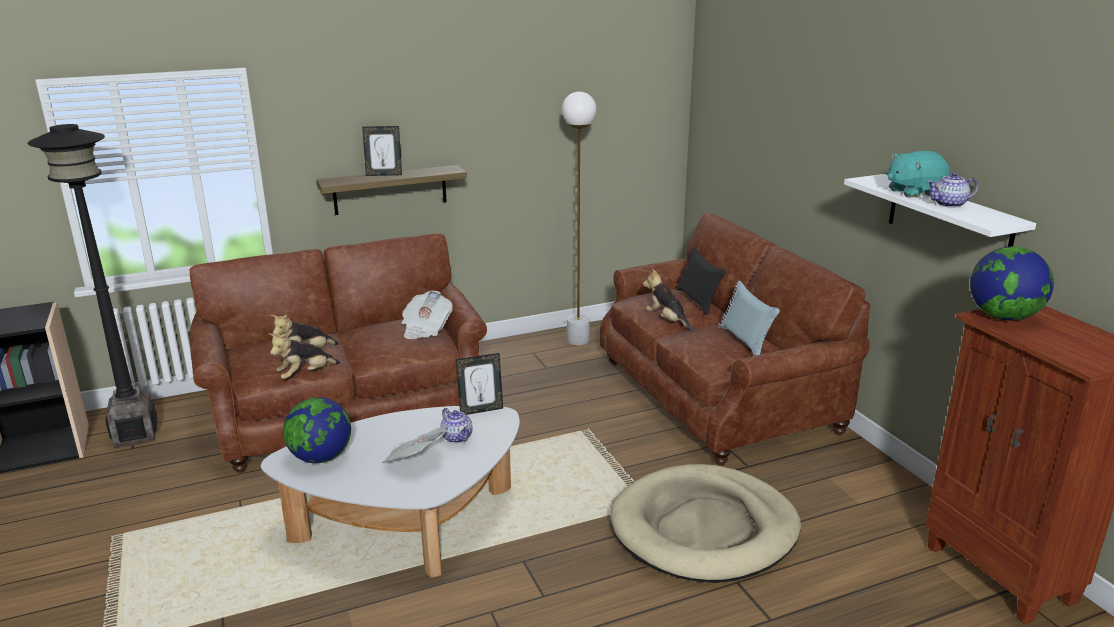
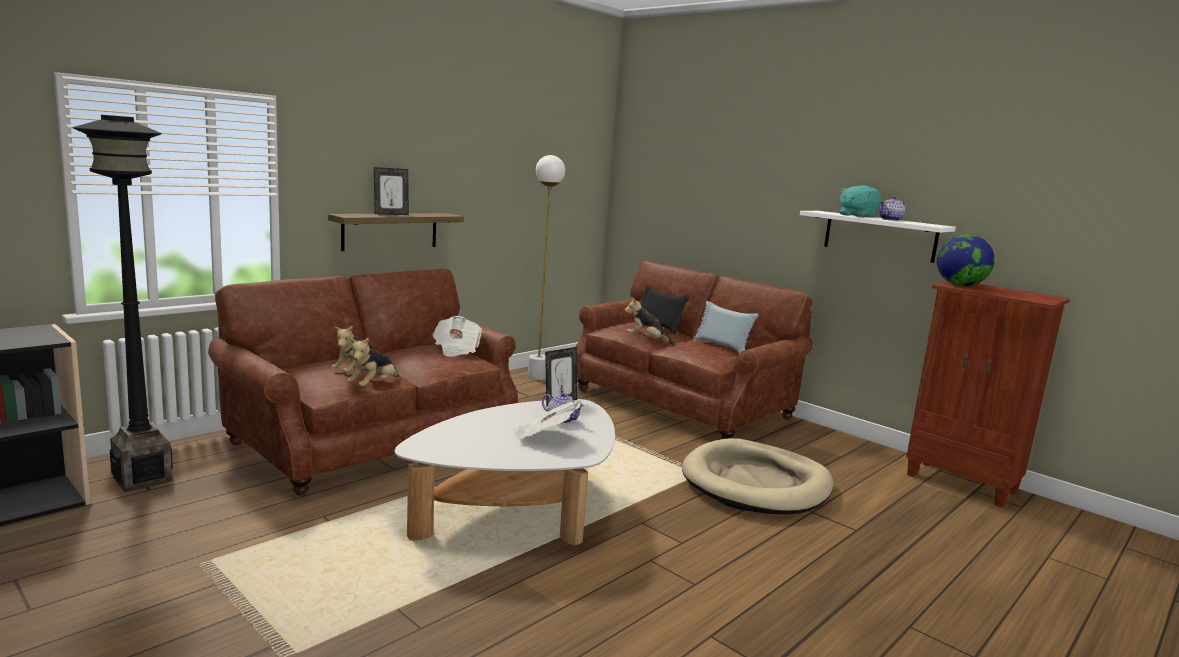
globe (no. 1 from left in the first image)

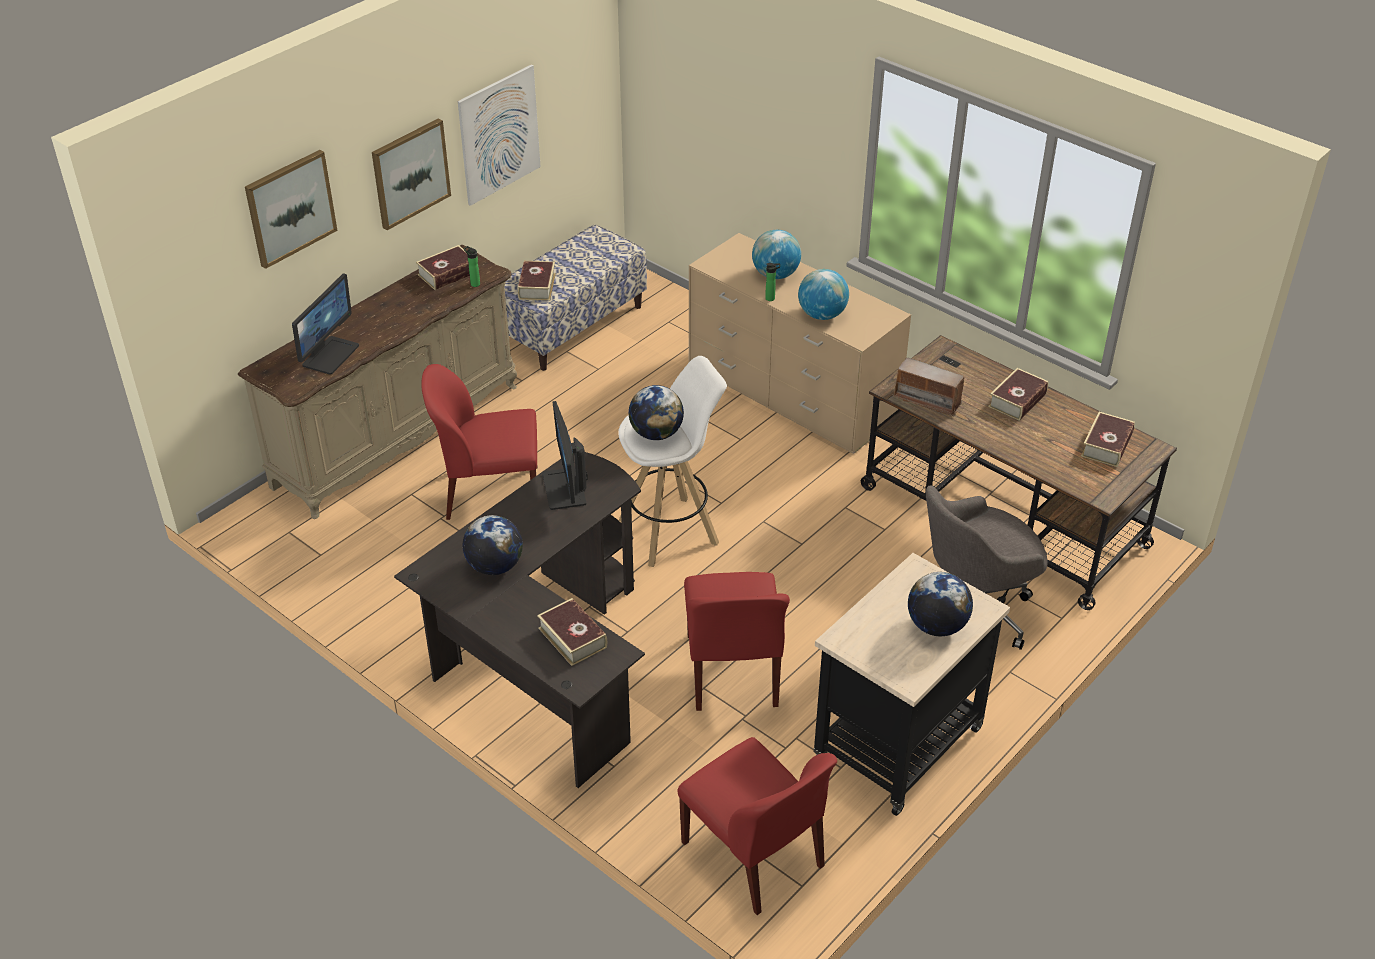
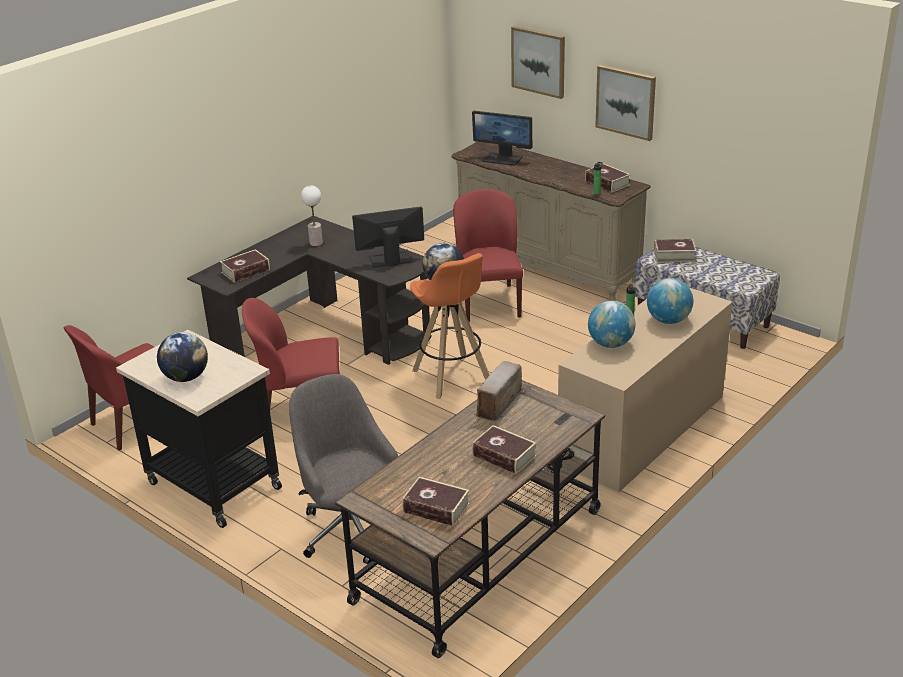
picture (no. 3 from left in the first image)
orangey stool seat
lamp for a table

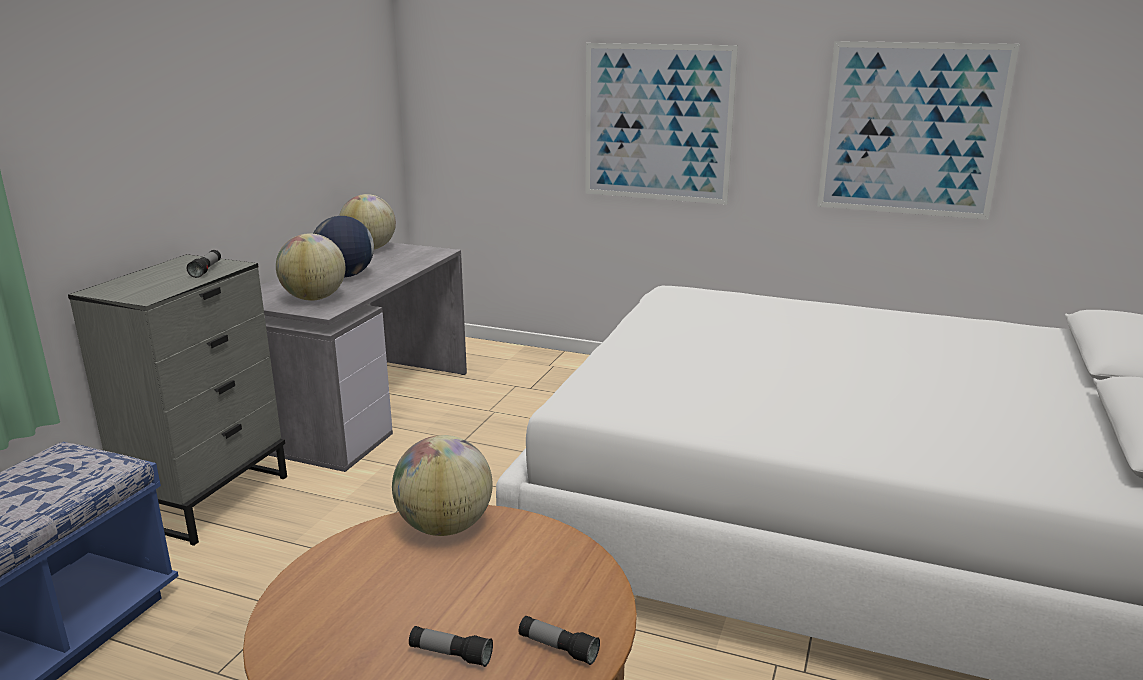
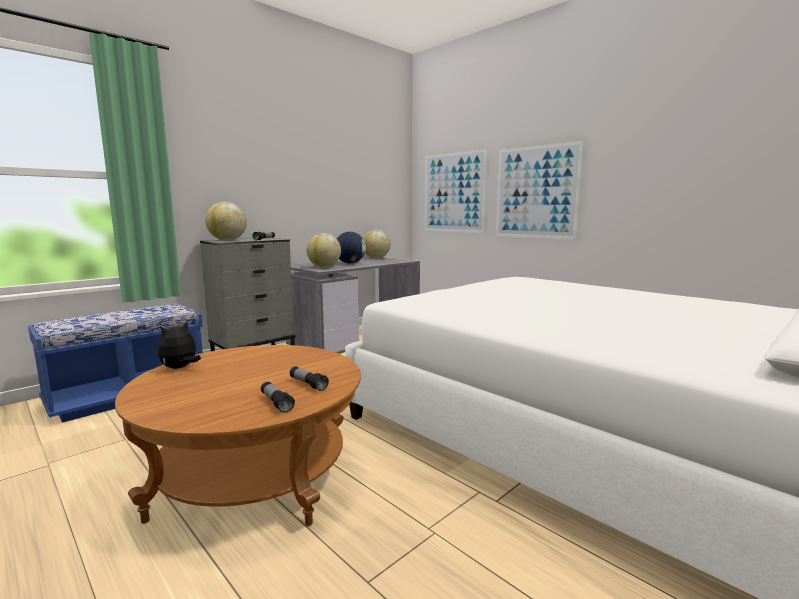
picture (no. 1 from left)
globe (no. 1 from left)
torch (no. 3 from left)
soft toy

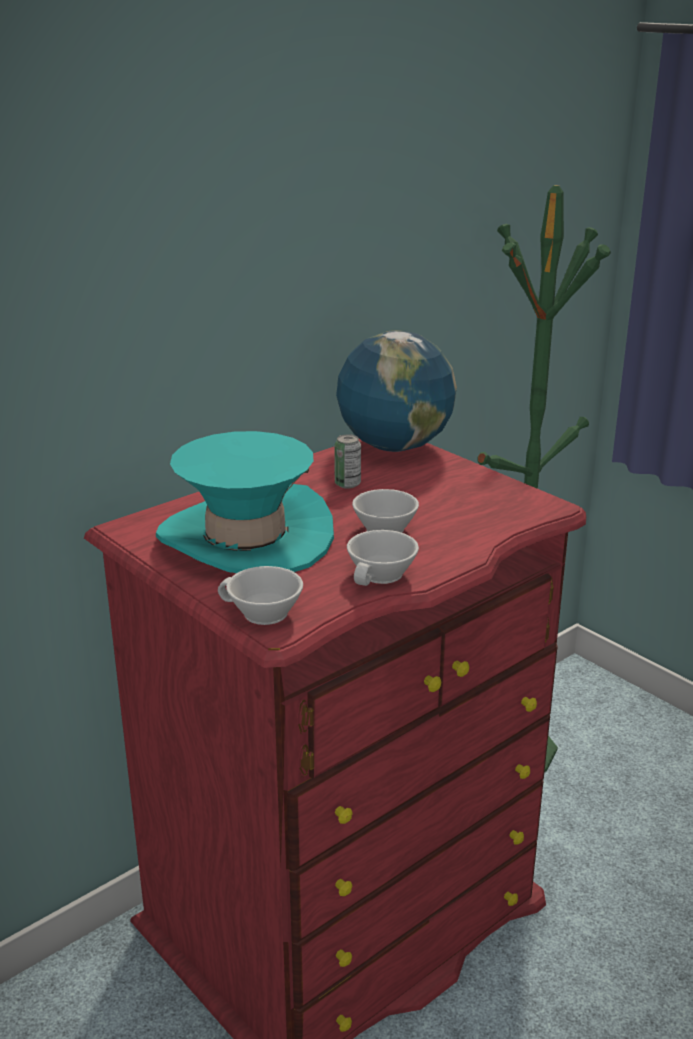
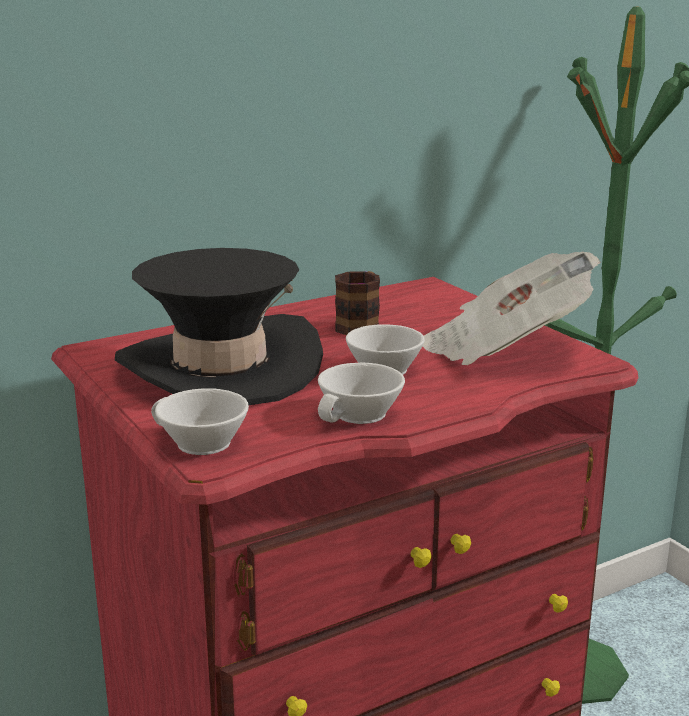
globe
blackish clothing hat
mug
daily paper

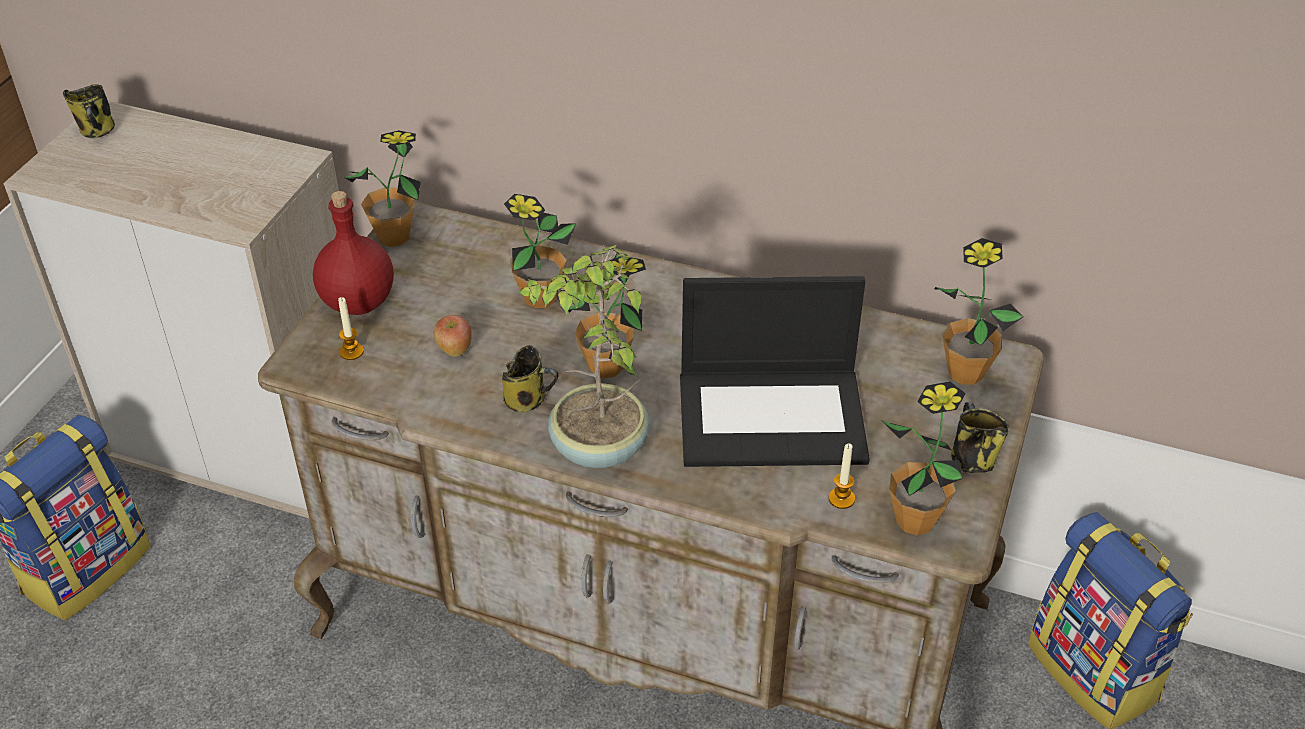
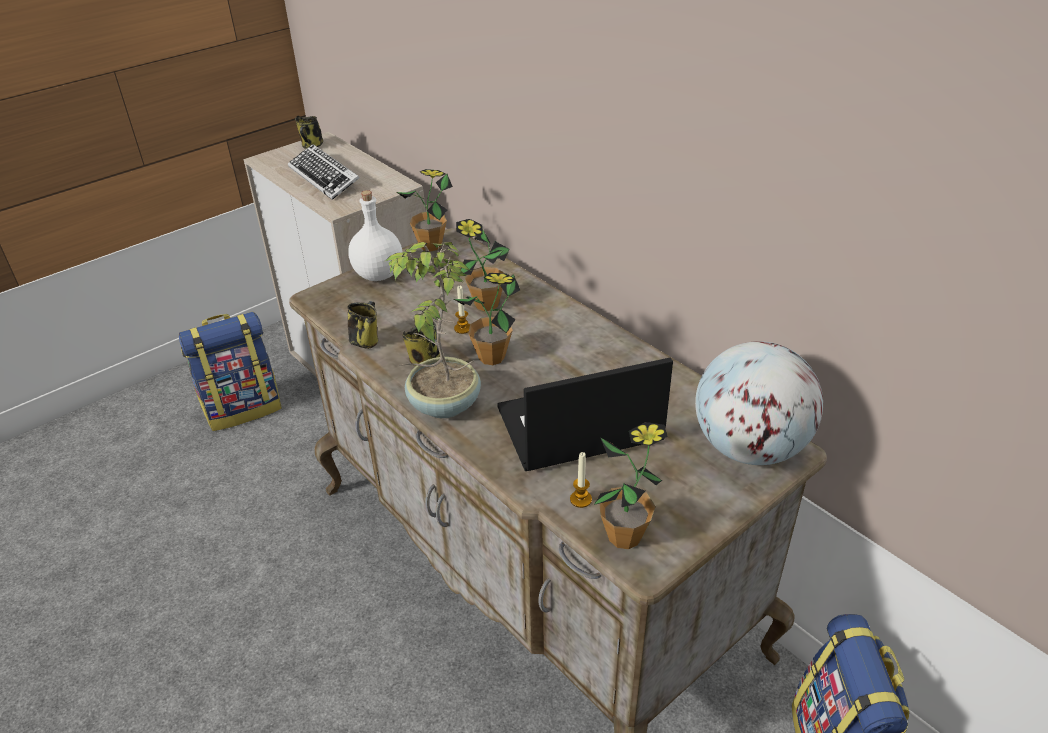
whitish drink bottle
globe
laptop
candle (no. 1 from left)
apple fruit
mug (no. 2 from left)
PC keyboard

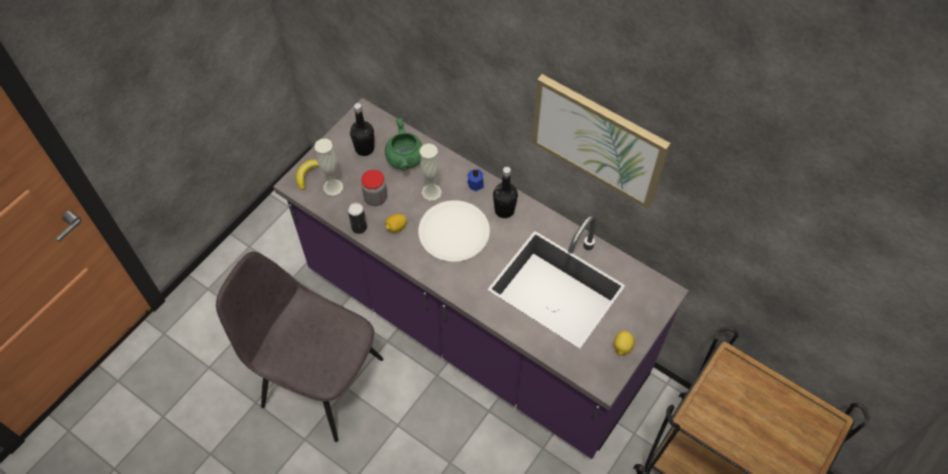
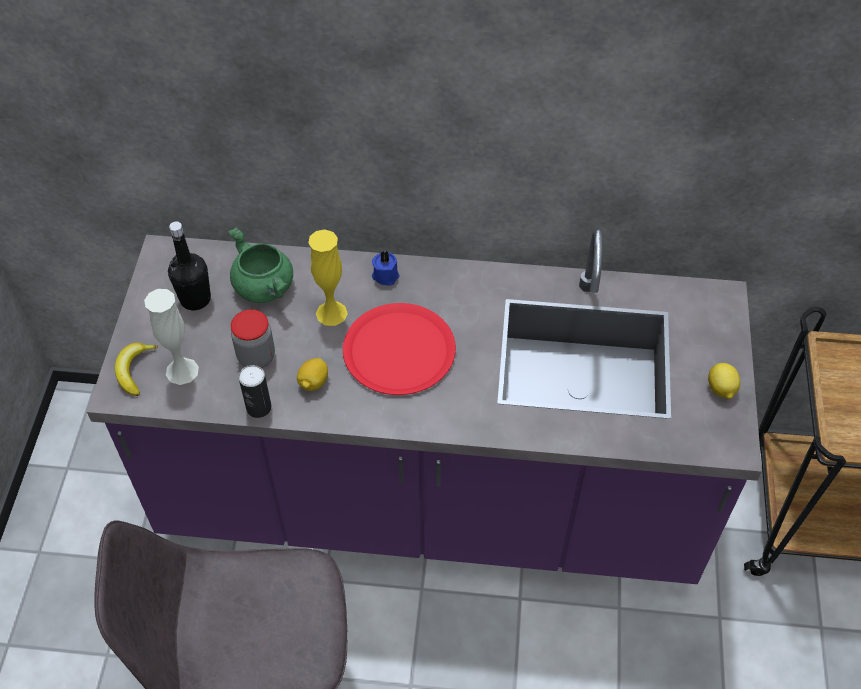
picture
yellow flower vase
blackish drink bottle (no. 2 from left in the first image)
red plate

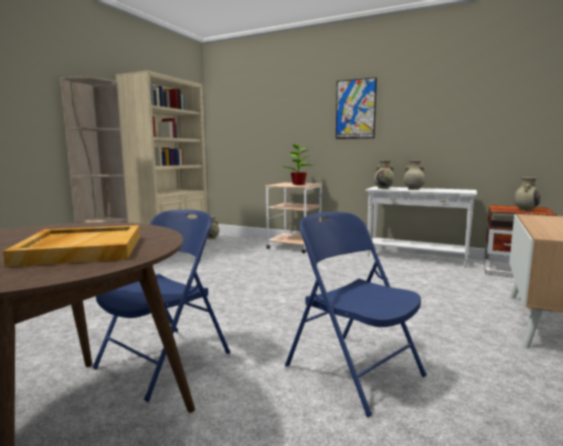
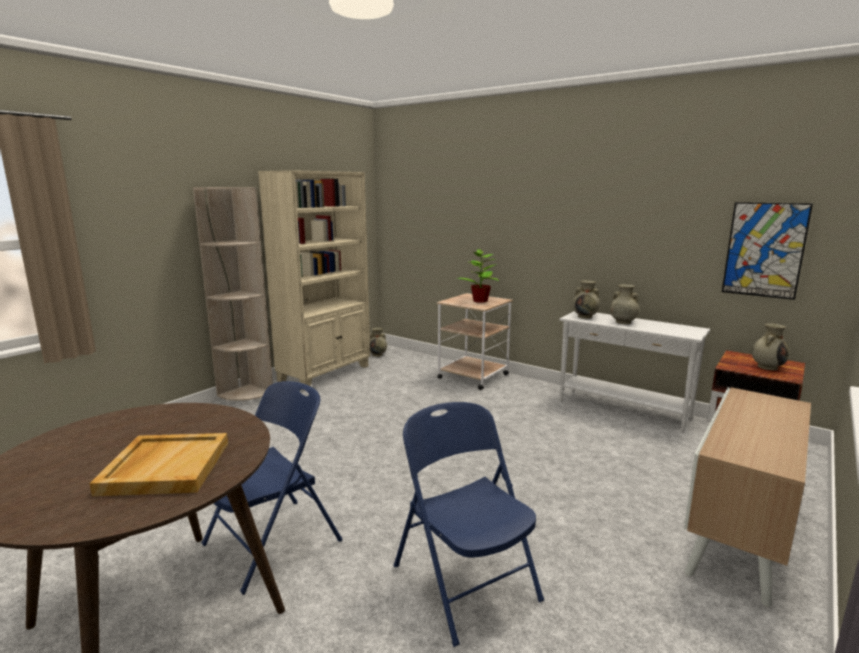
picture

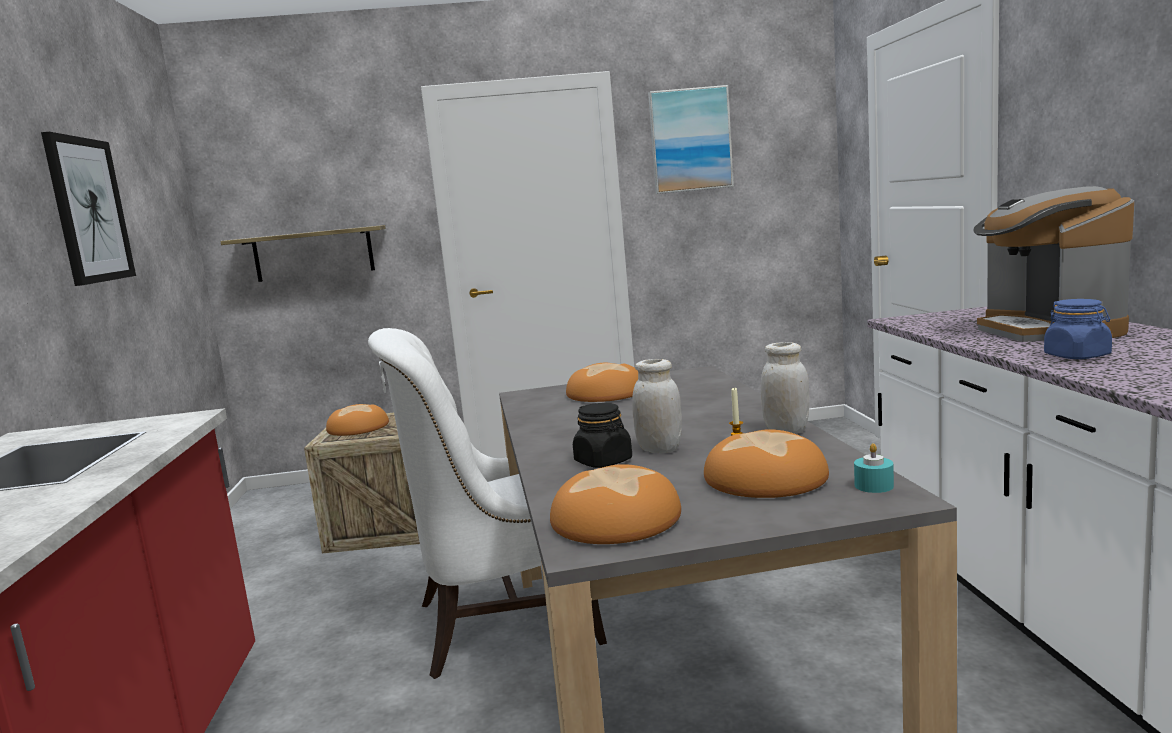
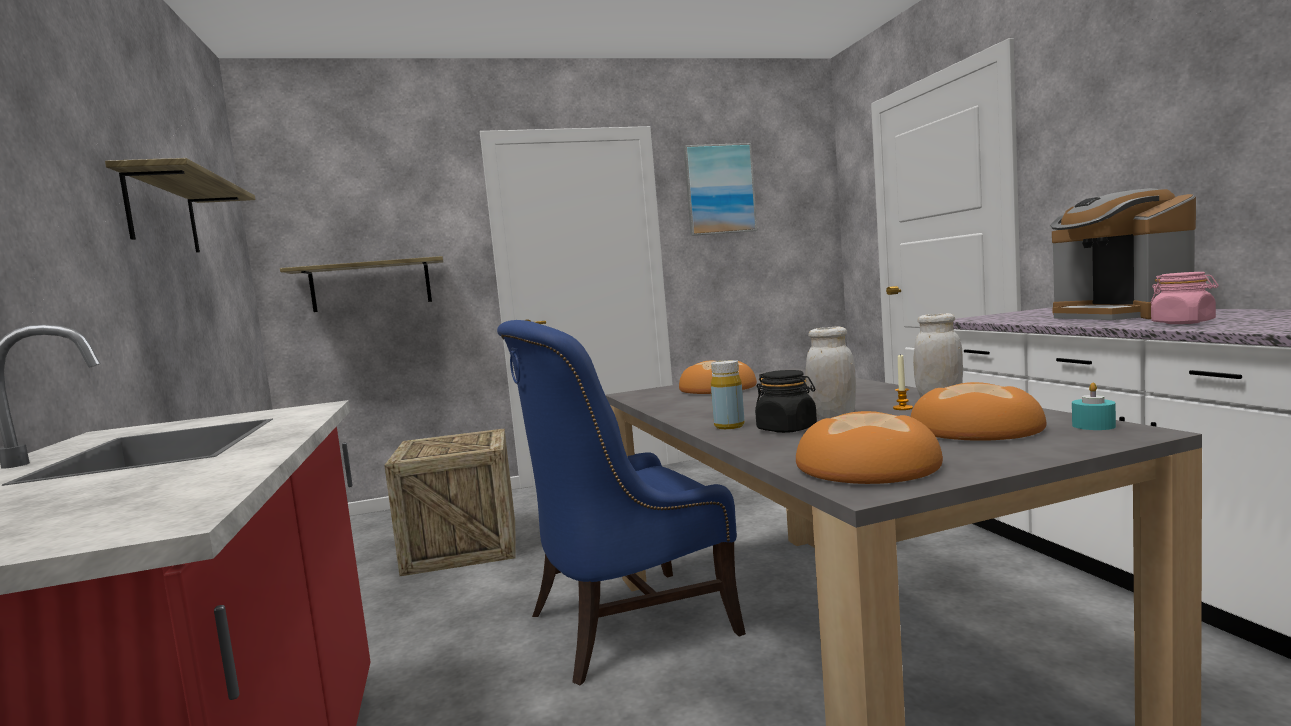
bracket shelf (no. 1 from left)
pinkish preserve jar
blue-coloured plain chair
bread (no. 1 from left in the first image)
yellow drink bottle

